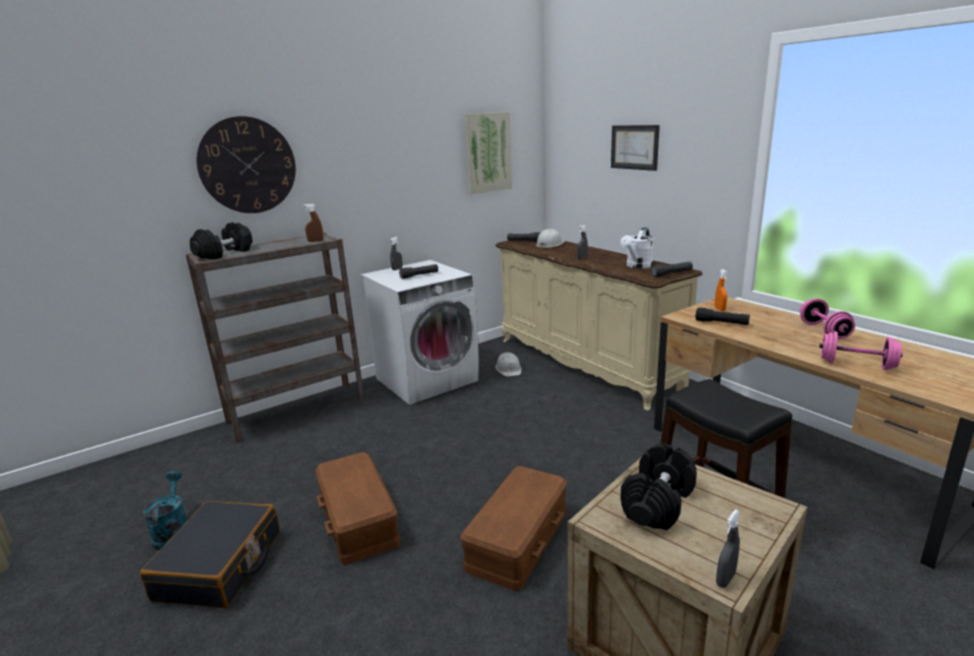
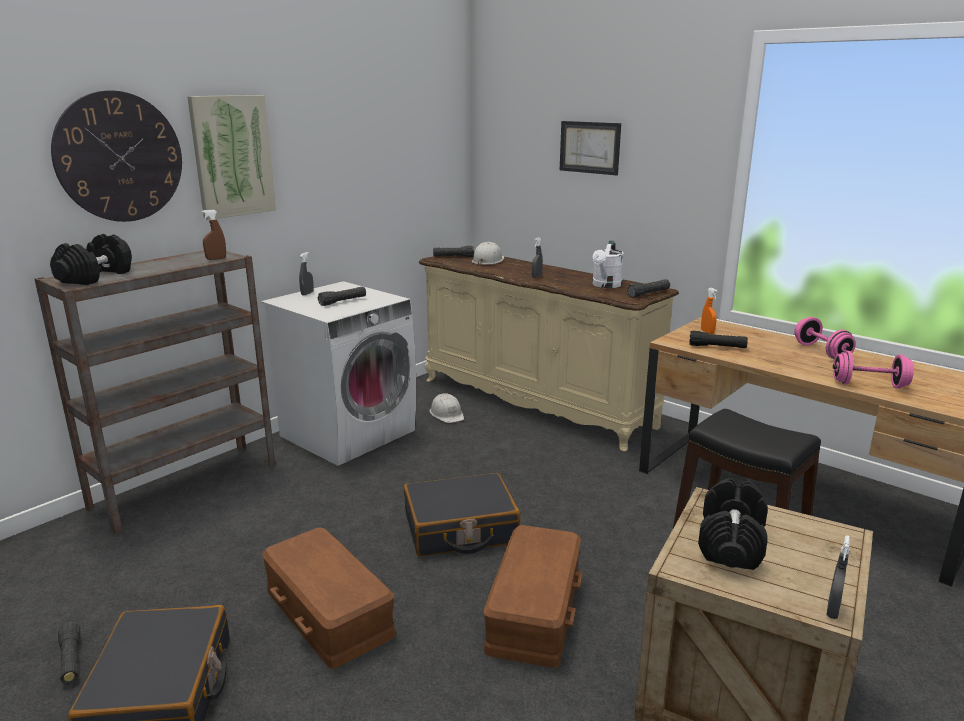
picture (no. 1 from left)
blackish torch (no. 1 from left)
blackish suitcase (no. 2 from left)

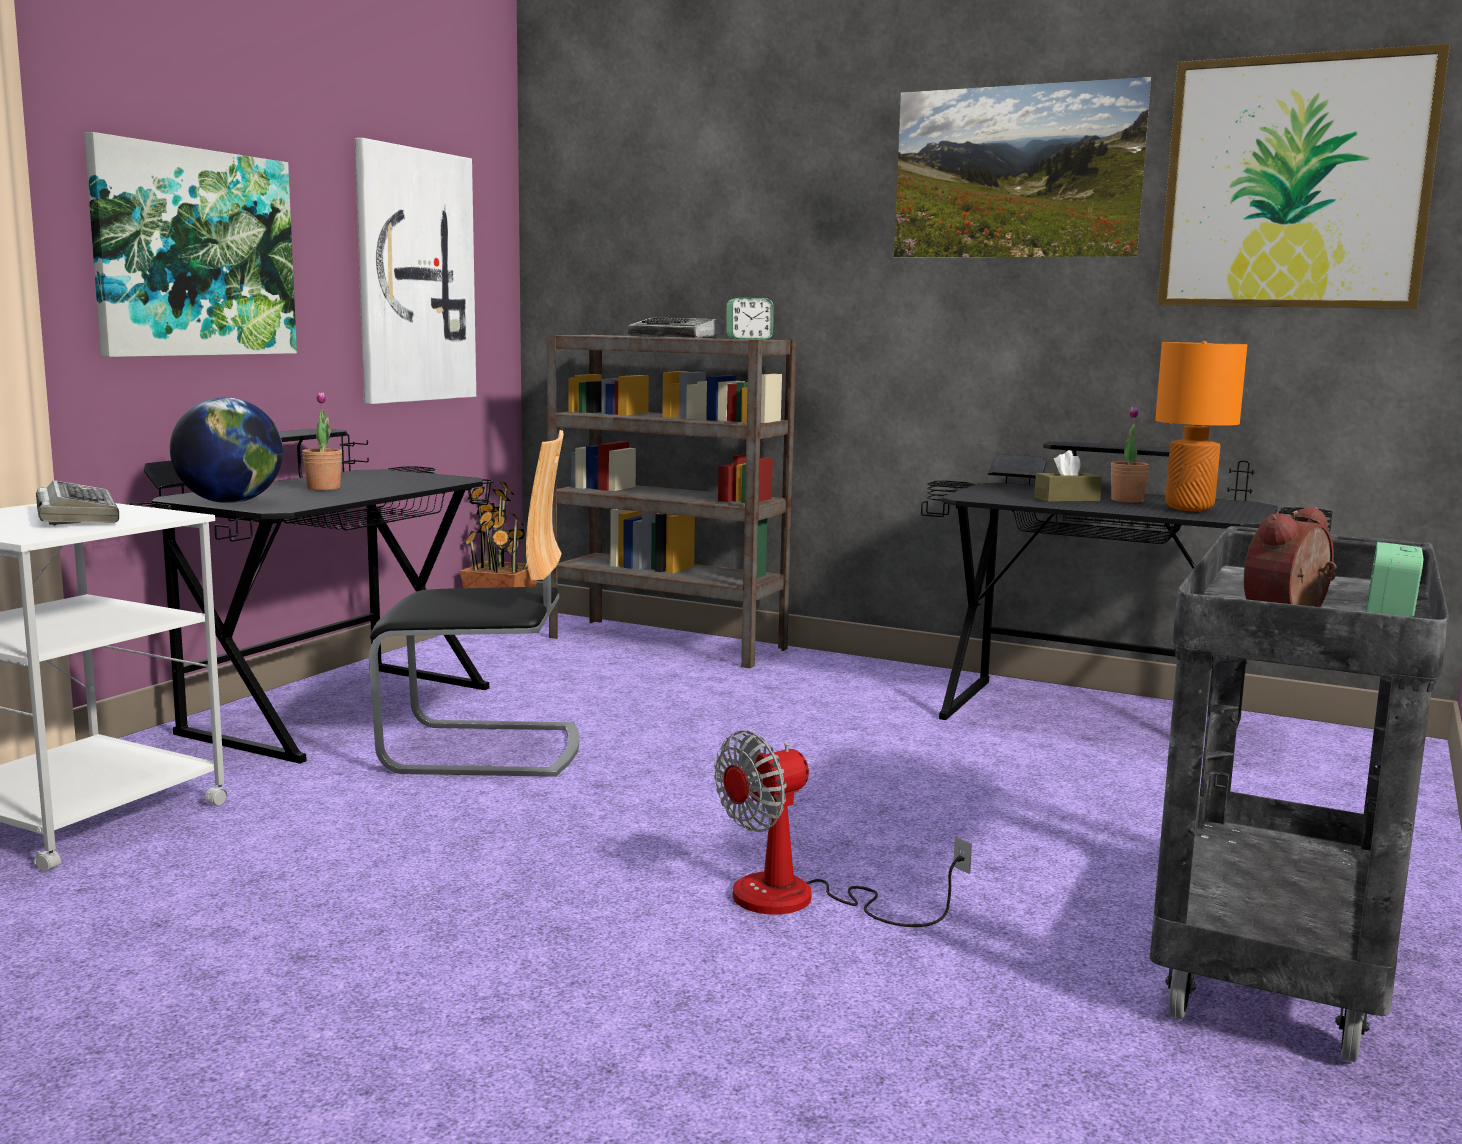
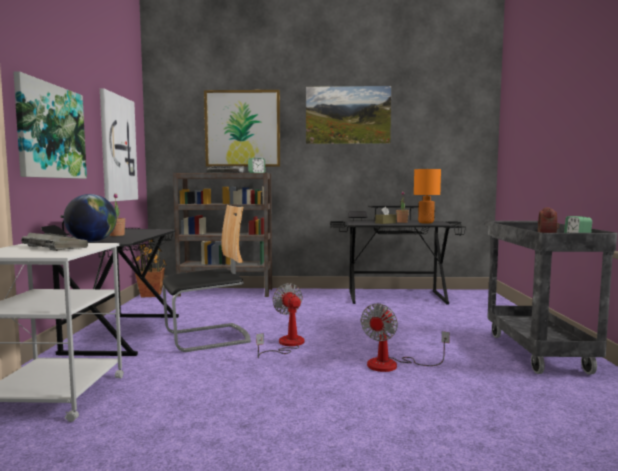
picture (no. 3 from left)
fan (no. 1 from left)

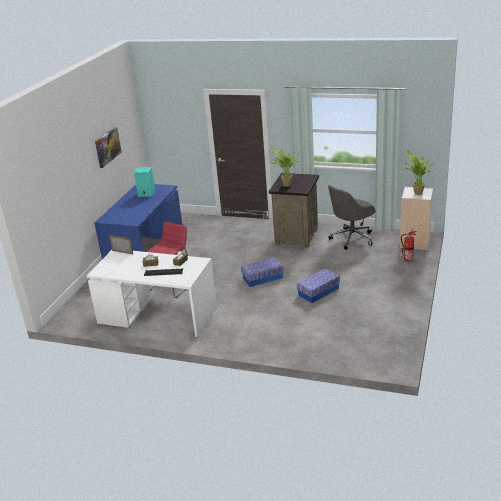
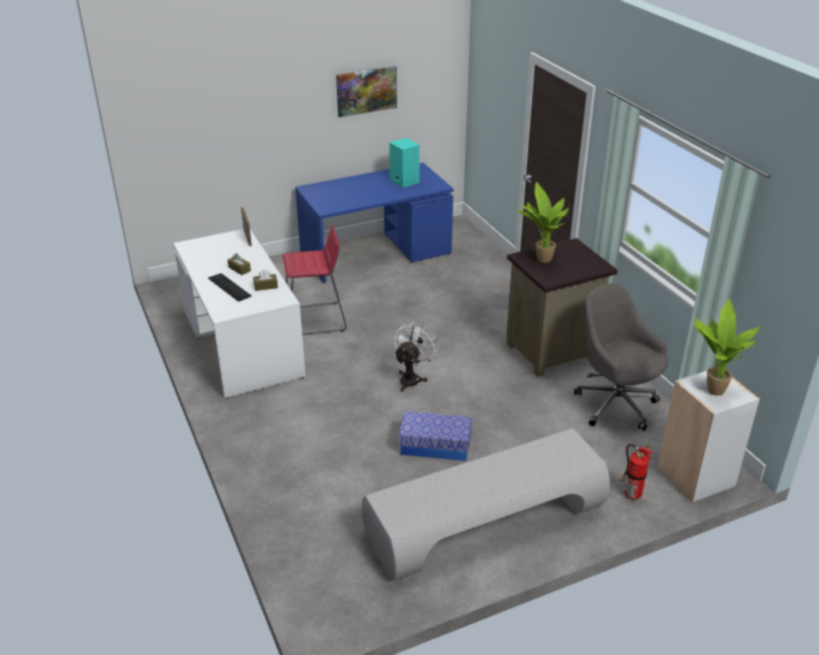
greyish office chair
whitish fan
greyish indoor bench

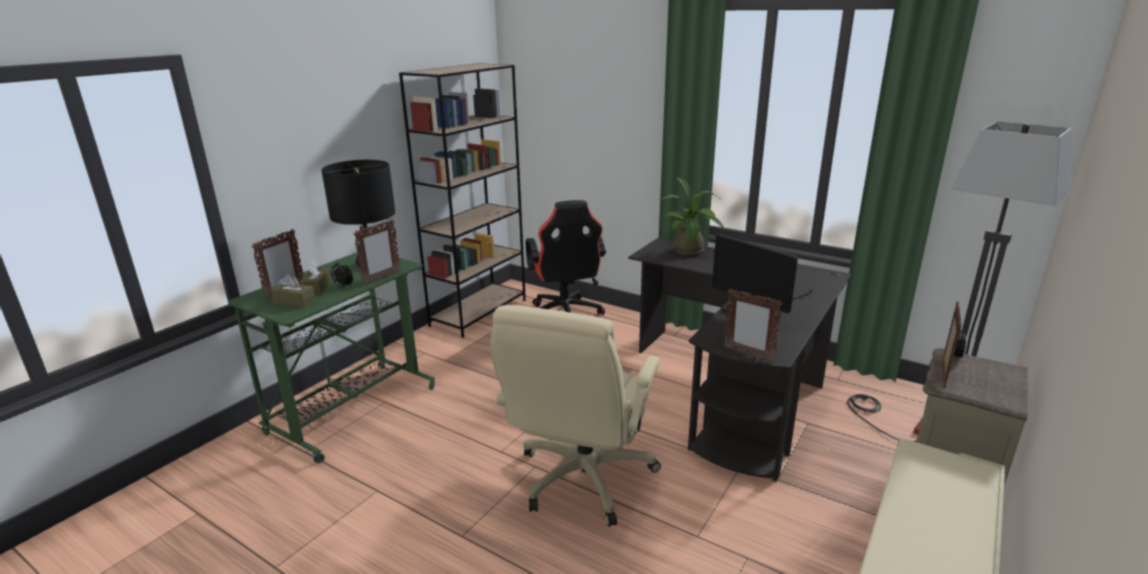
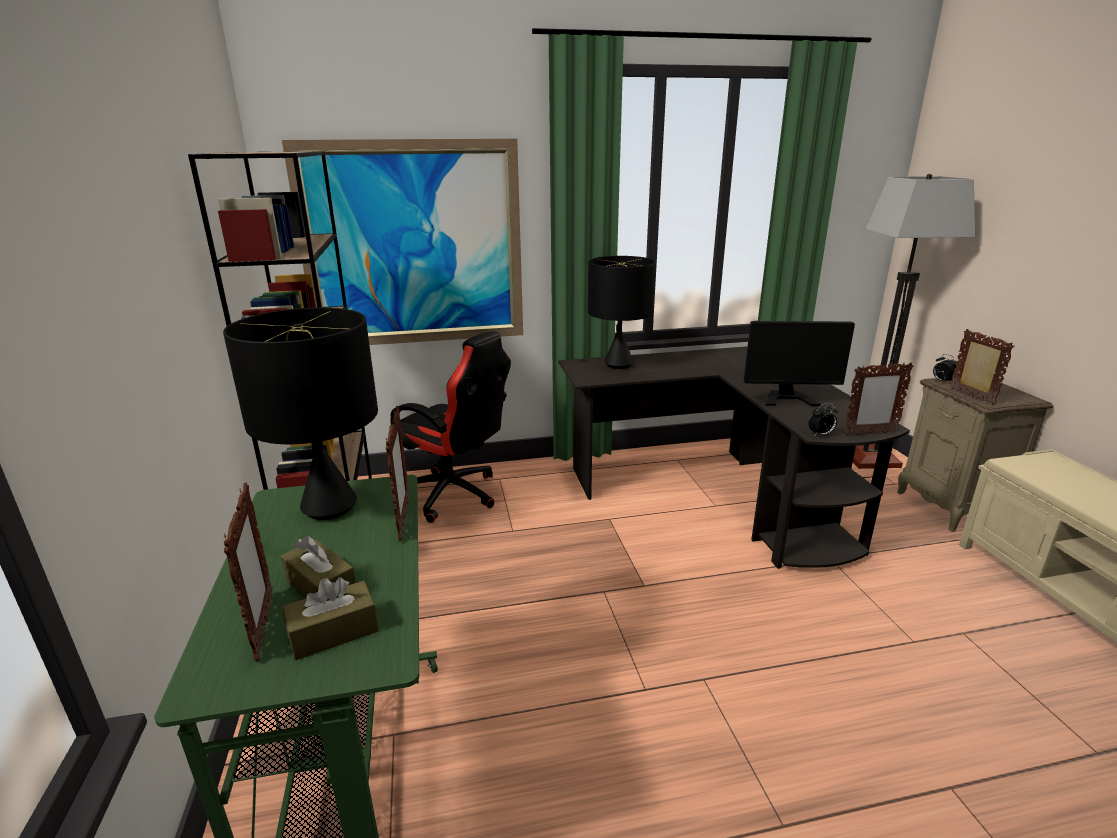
blackish lamp for a table (no. 2 from left)
table clock (no. 1 from left)
beige-coloured office chair
picture

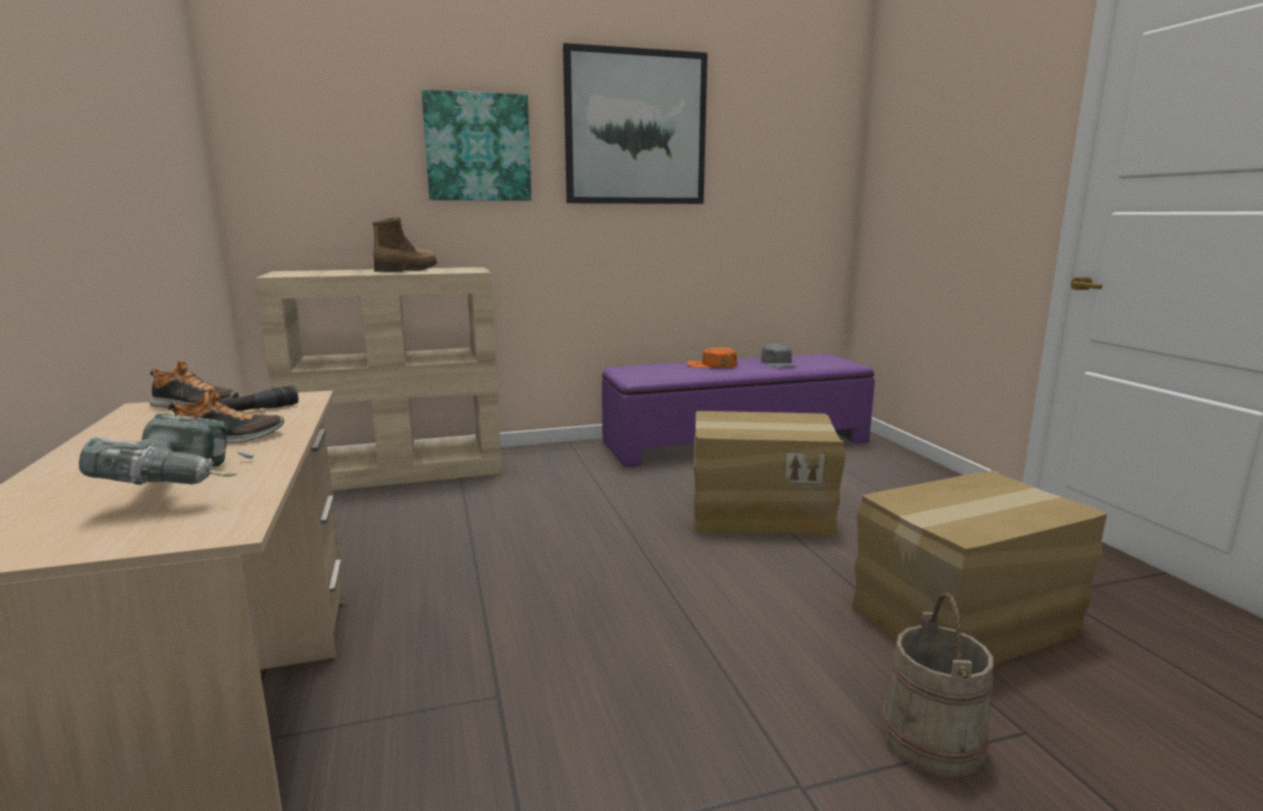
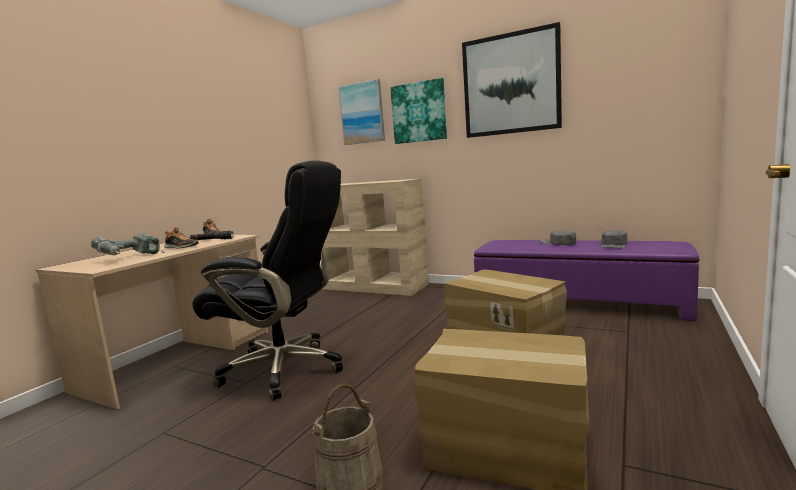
high-top boot
greyish baseball cap (no. 1 from left)
picture (no. 1 from left)
blackish office chair

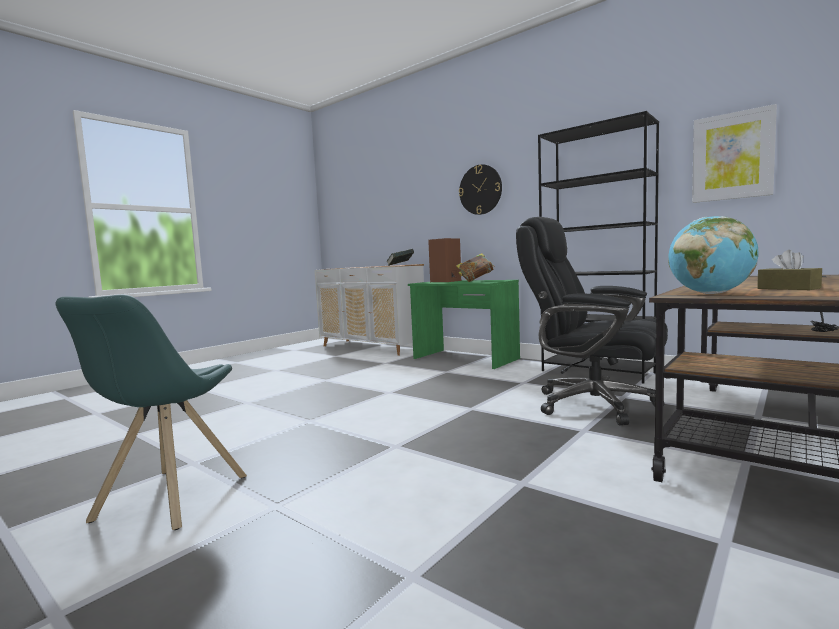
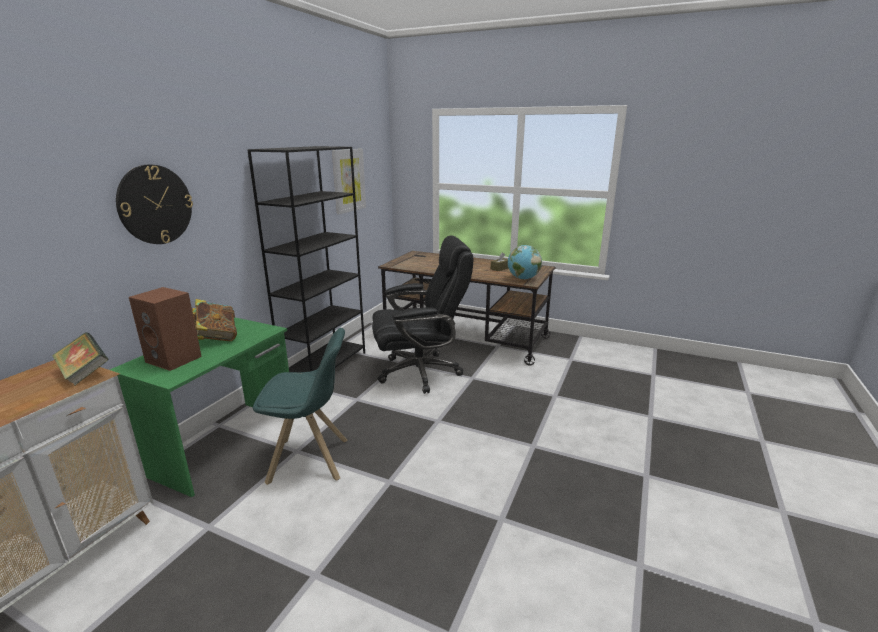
blackish office chair
turquoise plain chair

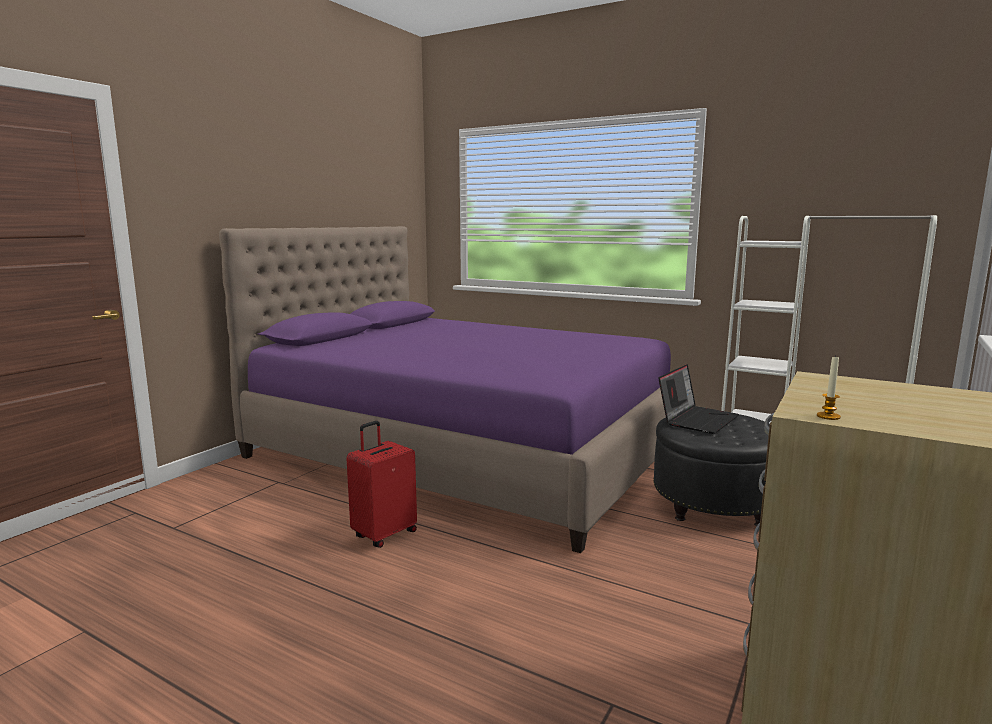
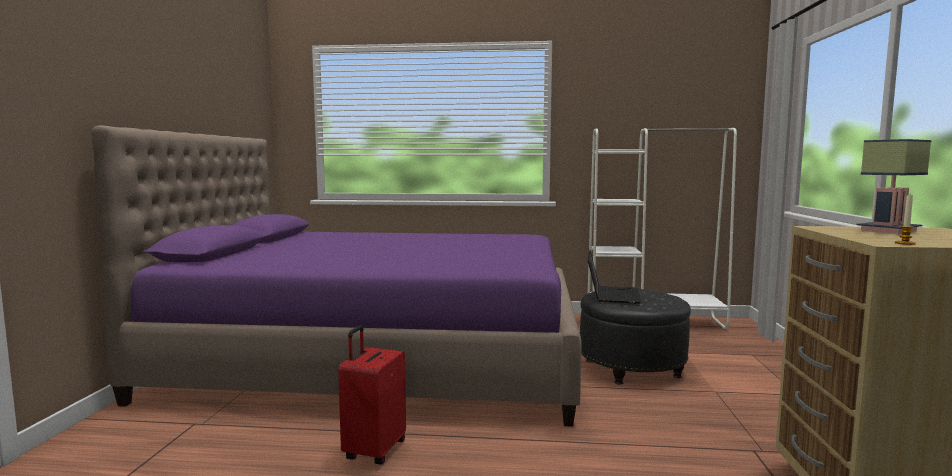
lamp for a table

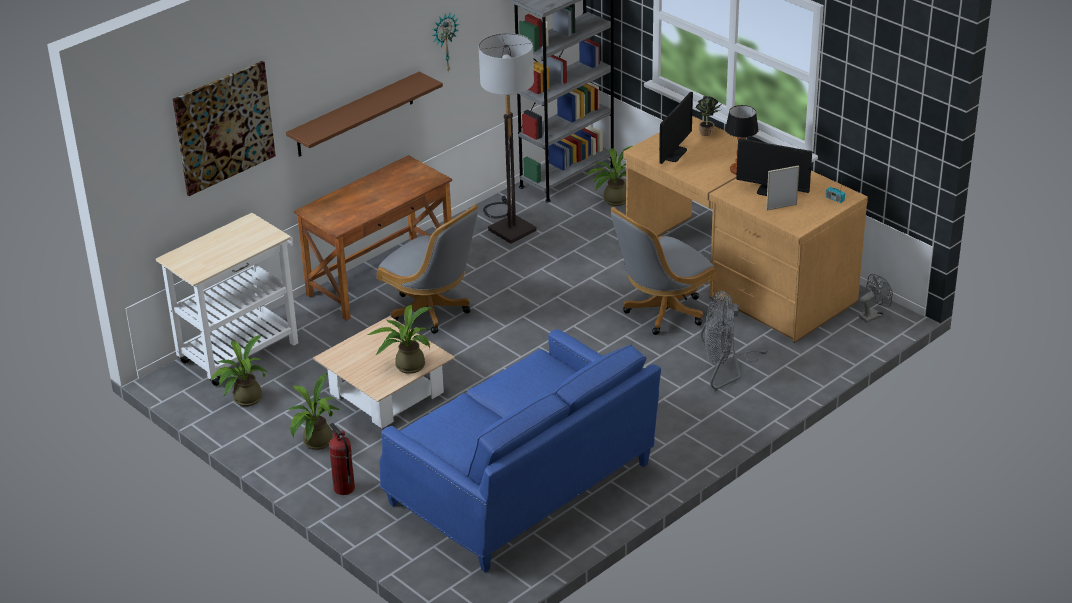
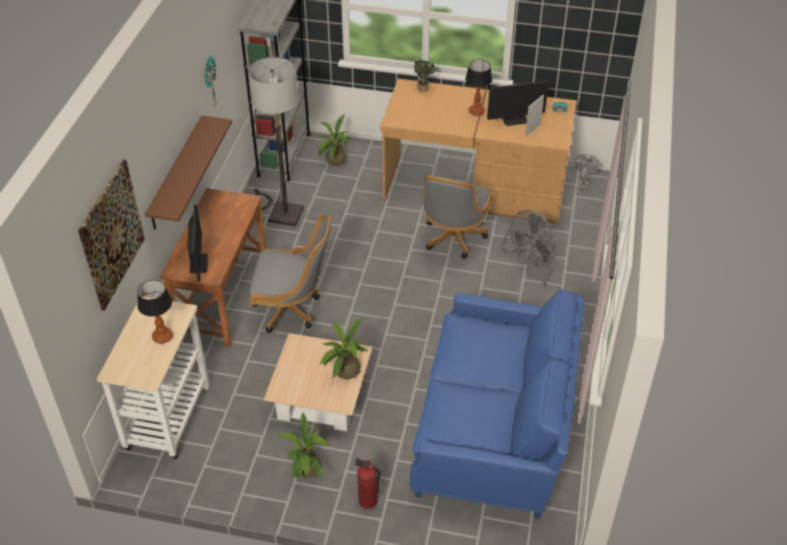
computer screen (no. 1 from left)
potted plant (no. 1 from left in the first image)
lamp for a table (no. 1 from left)

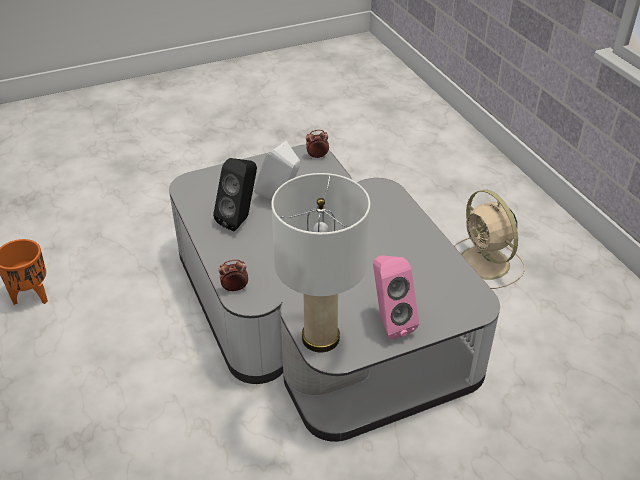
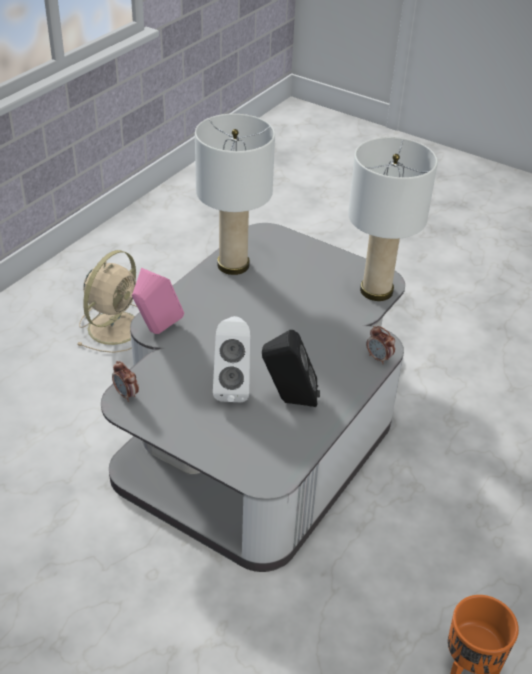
pinkish audio speaker
whitish lamp for a table (no. 1 from left)

